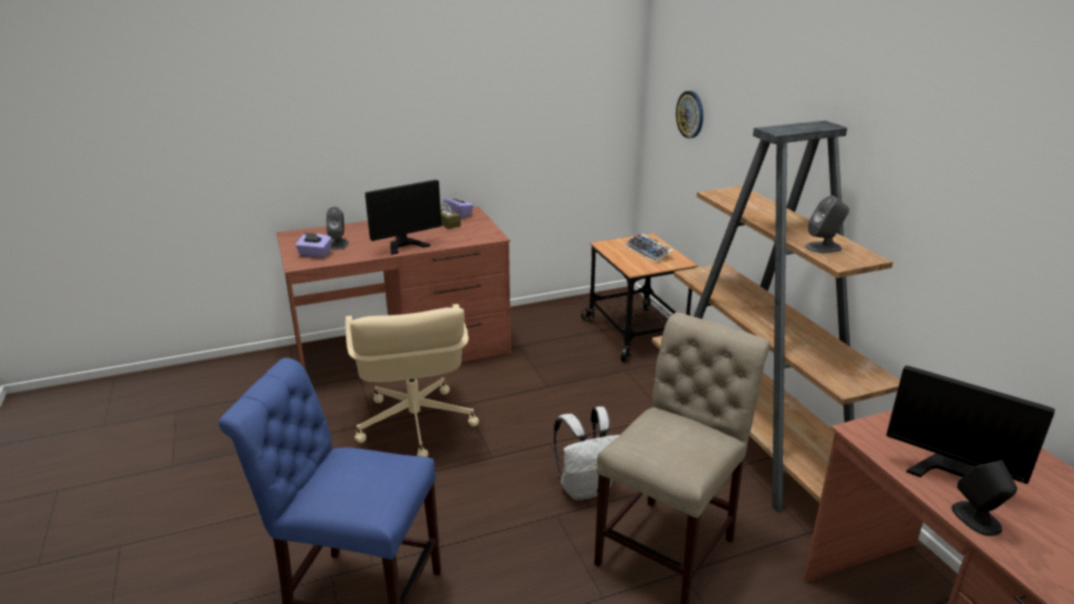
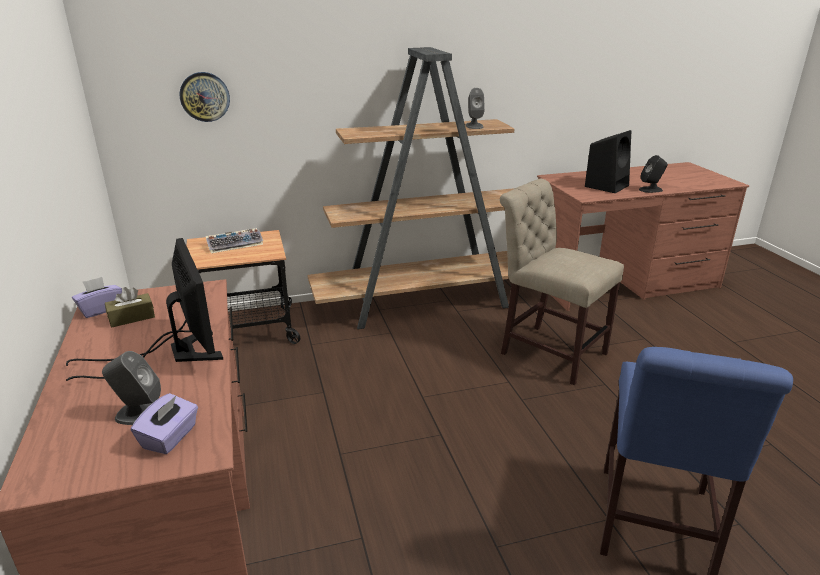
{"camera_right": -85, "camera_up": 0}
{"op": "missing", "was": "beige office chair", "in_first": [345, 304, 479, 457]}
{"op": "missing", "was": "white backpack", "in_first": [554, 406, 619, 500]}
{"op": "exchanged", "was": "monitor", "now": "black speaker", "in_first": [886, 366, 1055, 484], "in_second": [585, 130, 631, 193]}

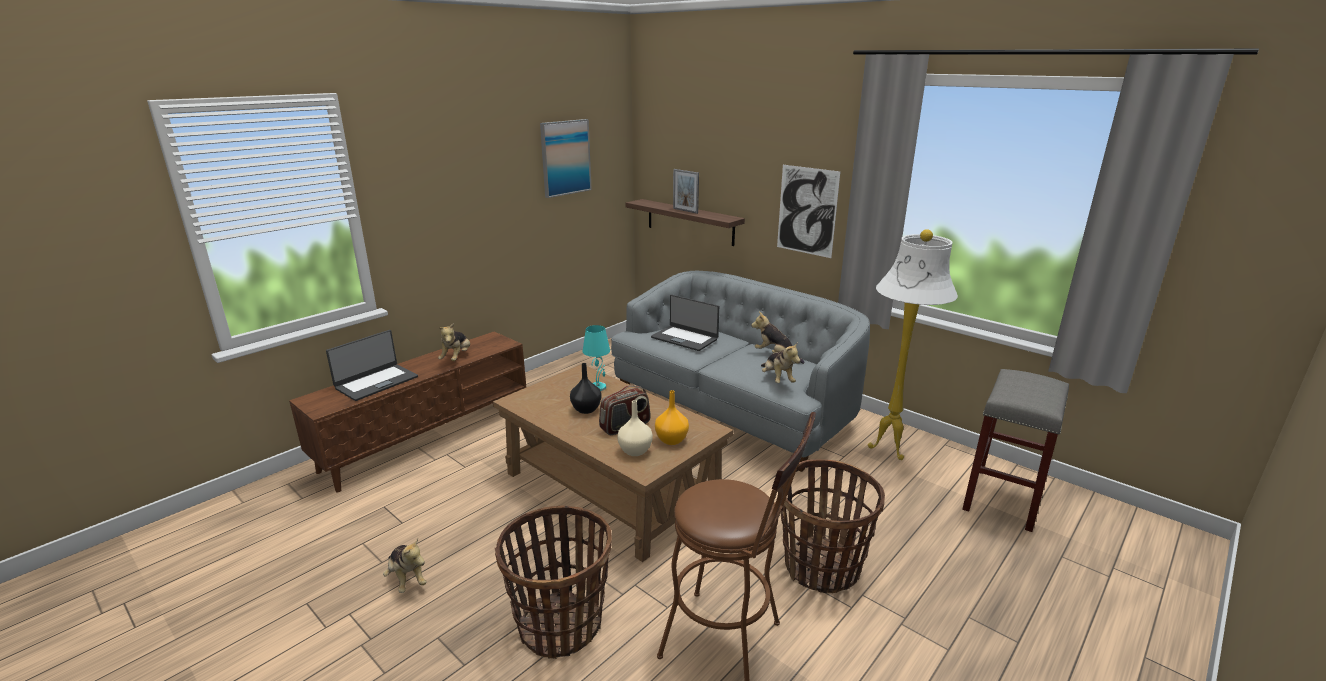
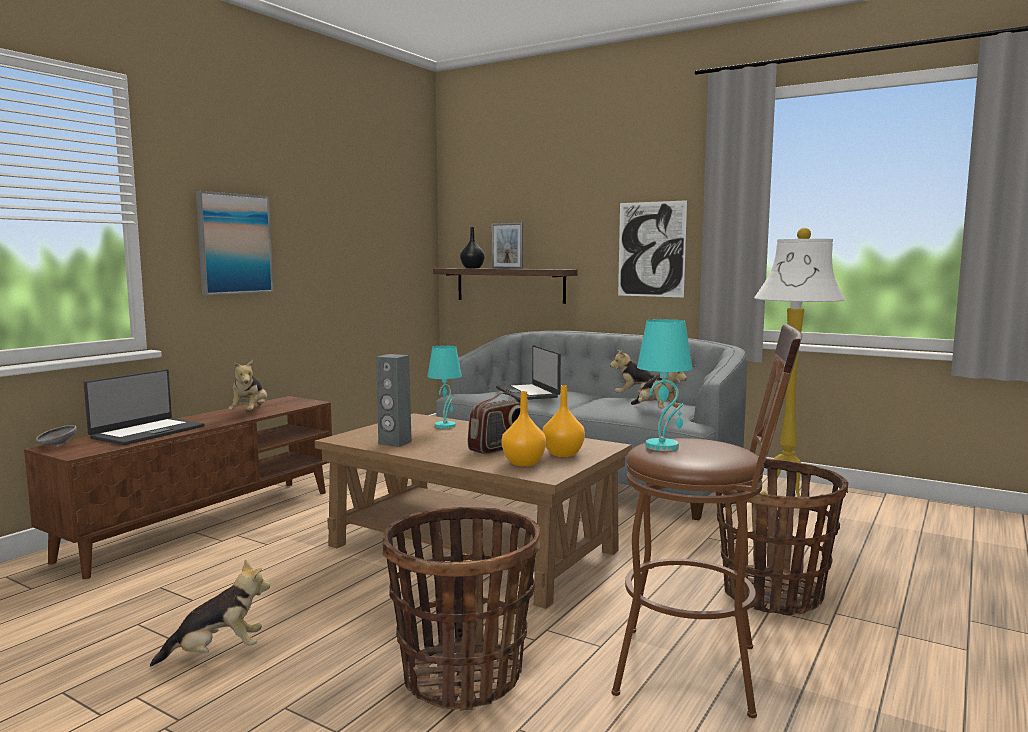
{"camera_right": -10, "camera_up": -15}
{"op": "spun", "was": "plush toy", "in_first": [383, 538, 427, 593], "in_second": [150, 560, 270, 666], "clockwise": -60}
{"op": "relocated", "was": "picture", "in_first": [540, 119, 592, 198], "in_second": [196, 191, 273, 295]}
{"op": "relocated", "was": "black vase", "in_first": [570, 363, 601, 414], "in_second": [460, 227, 485, 268]}
{"op": "colour", "was": "beige vase", "now": "orange vase", "in_first": [617, 400, 653, 456], "in_second": [501, 391, 546, 466]}
{"op": "spun", "was": "laptop", "in_first": [651, 294, 719, 351], "in_second": [496, 345, 561, 400], "clockwise": 45}
{"op": "missing", "was": "grey stool", "in_first": [962, 369, 1069, 532]}
{"op": "appeared", "now": "grey bowl", "in_second": [36, 425, 77, 447]}
{"op": "appeared", "now": "grey speaker", "in_second": [376, 354, 412, 447]}
{"op": "appeared", "now": "turquoise table lamp", "in_second": [637, 319, 692, 451]}

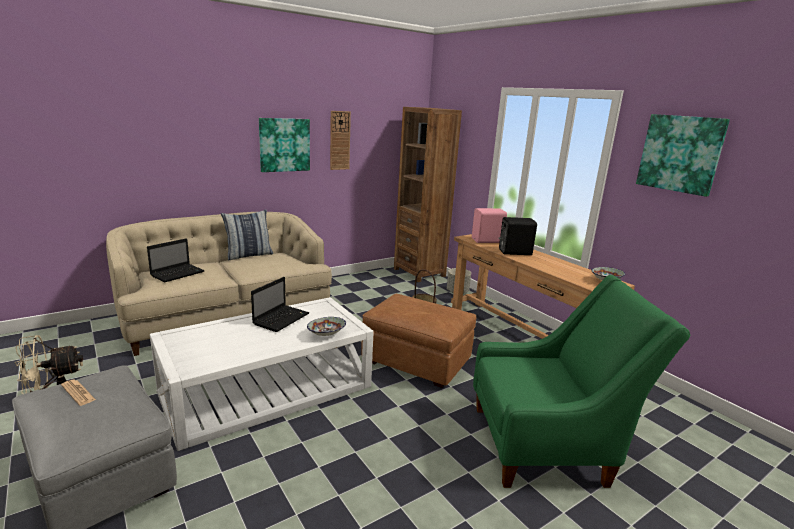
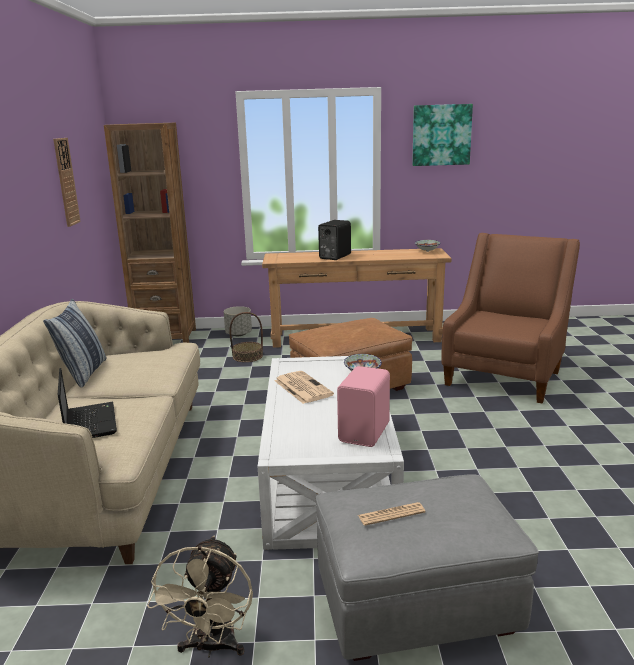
{"camera_right": -55, "camera_up": 0}
{"op": "exchanged", "was": "laptop", "now": "newspaper", "in_first": [251, 277, 309, 332], "in_second": [274, 371, 334, 404]}
{"op": "missing", "was": "picture", "in_first": [259, 118, 310, 172]}
{"op": "relocated", "was": "pink speaker", "in_first": [472, 208, 507, 243], "in_second": [337, 366, 390, 447]}
{"op": "colour", "was": "green armchair", "now": "brown armchair", "in_first": [473, 275, 691, 488], "in_second": [441, 233, 580, 403]}

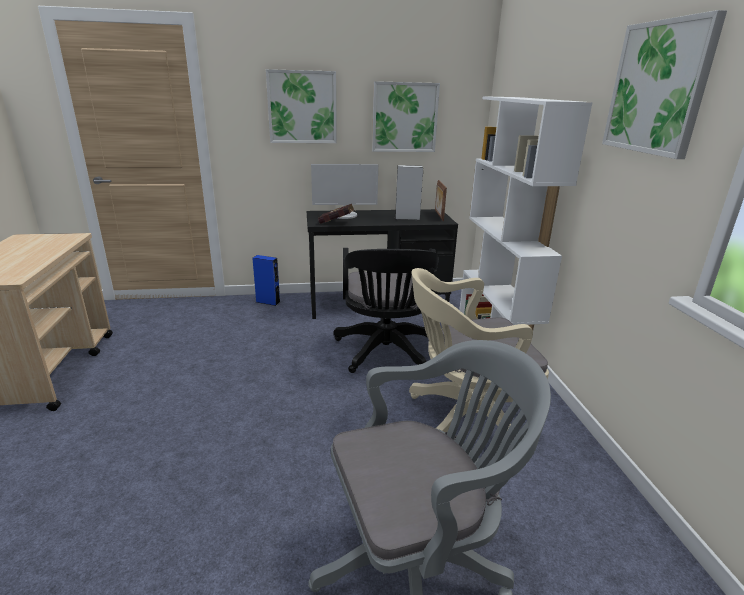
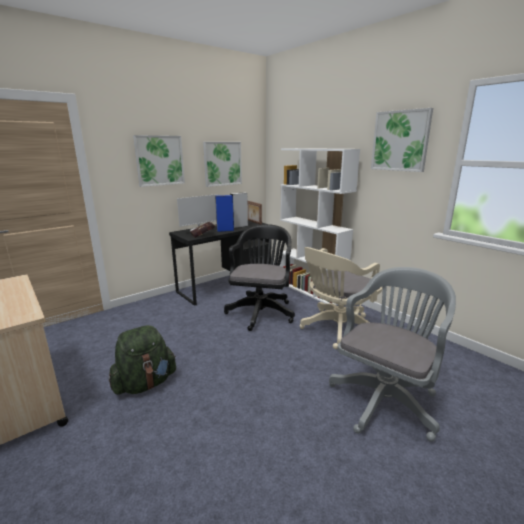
{"camera_right": -30, "camera_up": -5}
{"op": "relocated", "was": "blue speaker", "in_first": [253, 255, 280, 306], "in_second": [215, 195, 234, 232]}
{"op": "spun", "was": "black office chair", "in_first": [333, 248, 439, 373], "in_second": [224, 224, 295, 331], "clockwise": -135}
{"op": "appeared", "now": "green backpack", "in_second": [109, 325, 176, 395]}

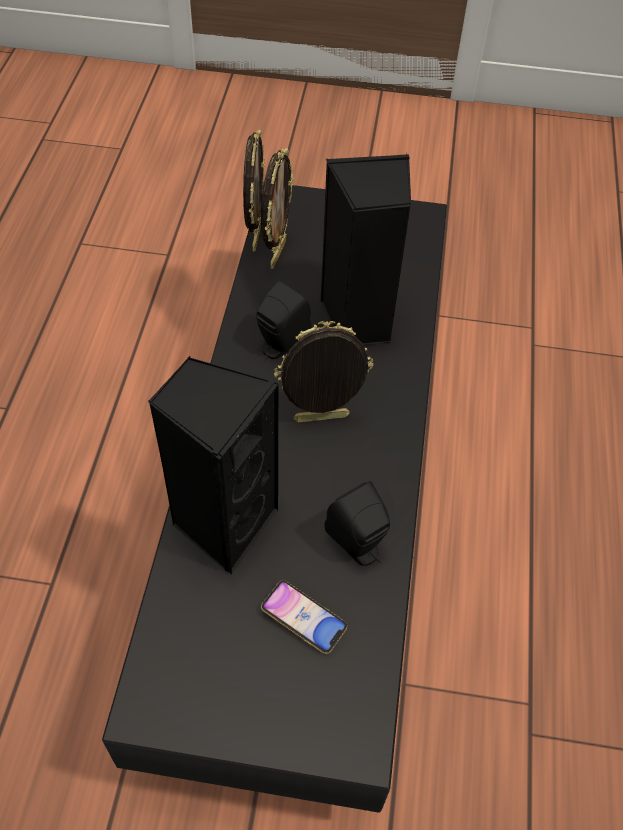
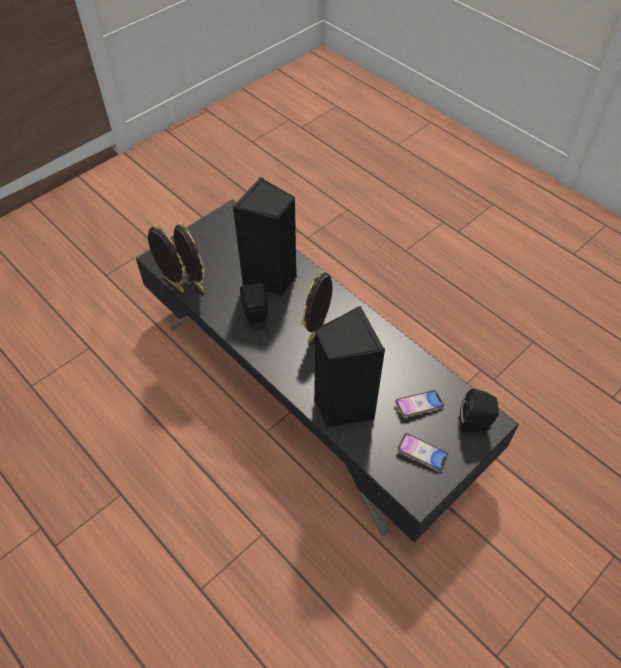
{"camera_right": -50, "camera_up": 0}
{"op": "relocated", "was": "black speaker", "in_first": [324, 481, 390, 566], "in_second": [460, 389, 499, 432]}
{"op": "appeared", "now": "phone", "in_second": [397, 433, 448, 471]}

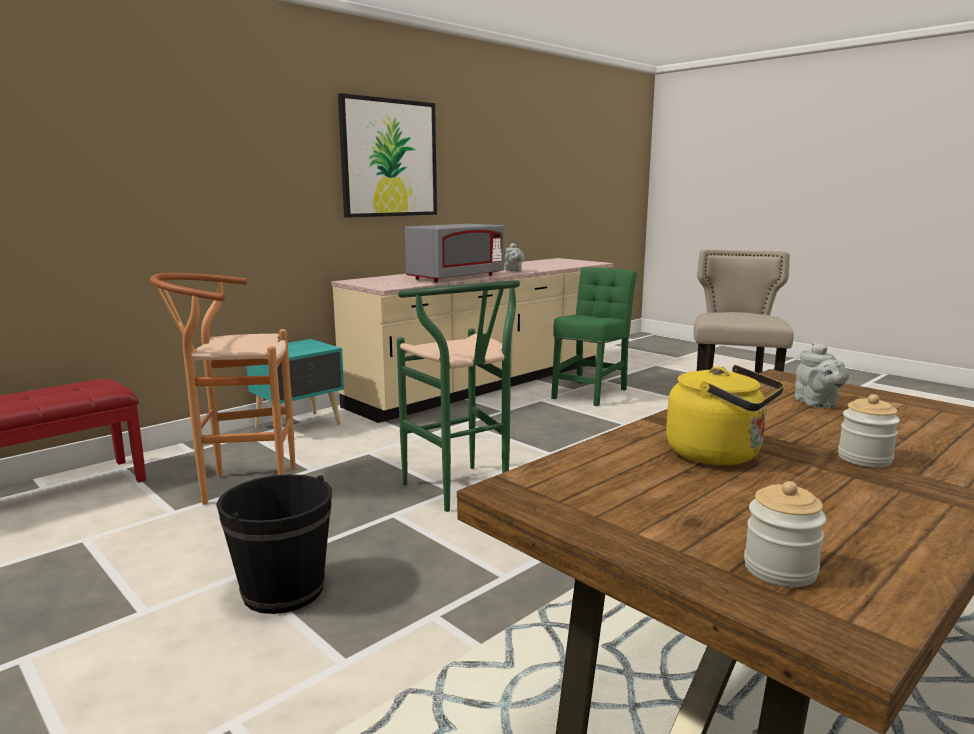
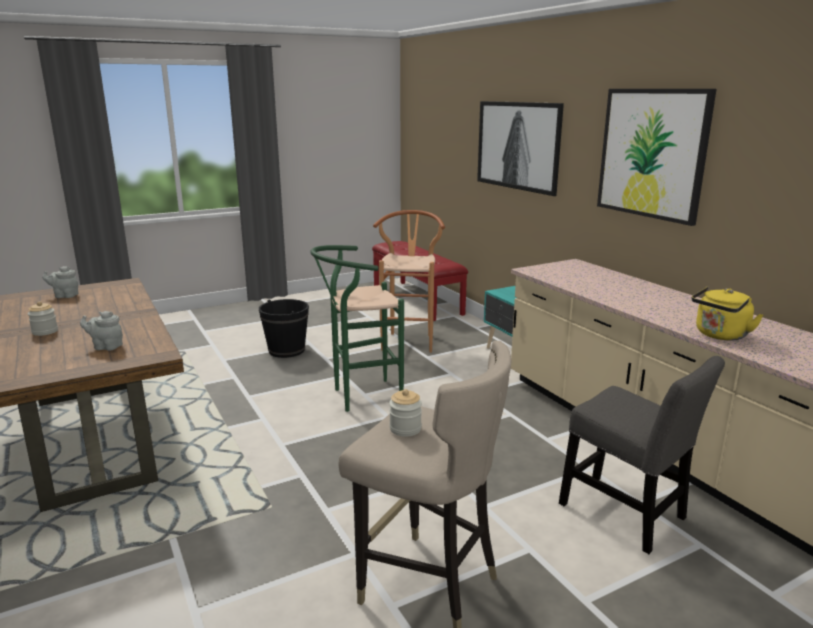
{"camera_right": 105, "camera_up": 5}
{"op": "missing", "was": "grey microwave", "in_first": [405, 224, 505, 282]}
{"op": "relocated", "was": "grey teapot", "in_first": [505, 243, 524, 272], "in_second": [42, 266, 78, 298]}
{"op": "colour", "was": "green chair", "now": "grey chair", "in_first": [551, 267, 637, 406], "in_second": [559, 356, 725, 554]}
{"op": "relocated", "was": "yellow kettle", "in_first": [666, 365, 784, 465], "in_second": [692, 287, 763, 341]}
{"op": "relocated", "was": "jar", "in_first": [744, 481, 826, 587], "in_second": [389, 389, 422, 437]}
{"op": "appeared", "now": "picture", "in_second": [477, 101, 564, 196]}

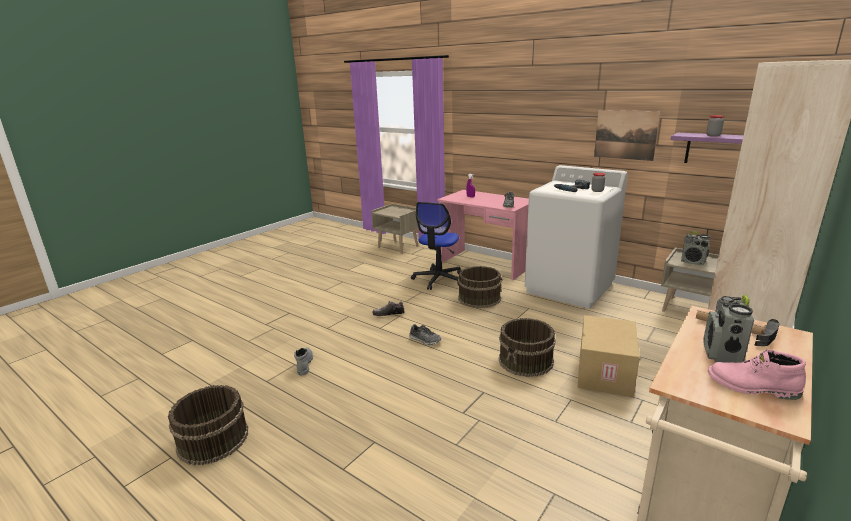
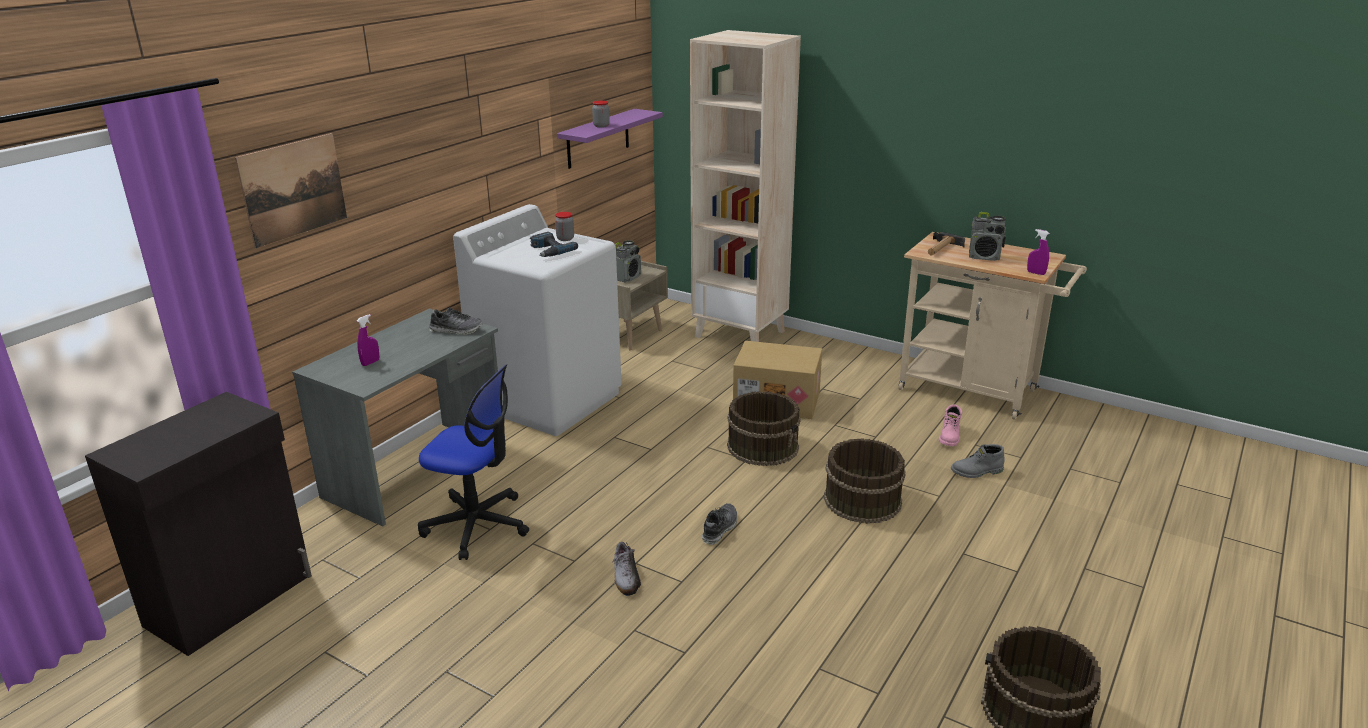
{"camera_right": -95, "camera_up": 5}
{"op": "relocated", "was": "grey boot", "in_first": [294, 347, 313, 375], "in_second": [951, 444, 1005, 478]}
{"op": "exchanged", "was": "beige nightstand", "now": "black cabinet", "in_first": [371, 204, 418, 254], "in_second": [85, 392, 312, 656]}
{"op": "colour", "was": "pink desk", "now": "grey desk", "in_first": [437, 190, 529, 280], "in_second": [292, 308, 506, 526]}
{"op": "relocated", "was": "brown bucket", "in_first": [458, 266, 502, 308], "in_second": [824, 438, 905, 524]}
{"op": "relocated", "was": "picture", "in_first": [594, 110, 660, 161], "in_second": [235, 133, 347, 248]}
{"op": "relocated", "was": "pink boot", "in_first": [708, 349, 806, 400], "in_second": [939, 404, 962, 446]}
{"op": "appeared", "now": "purple spray bottle", "in_second": [1027, 229, 1050, 275]}

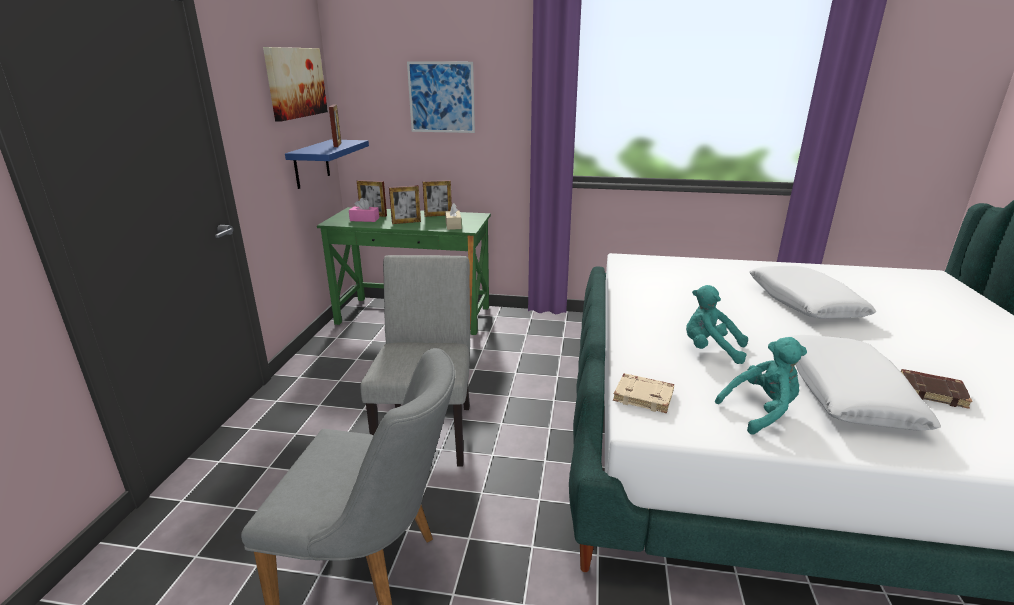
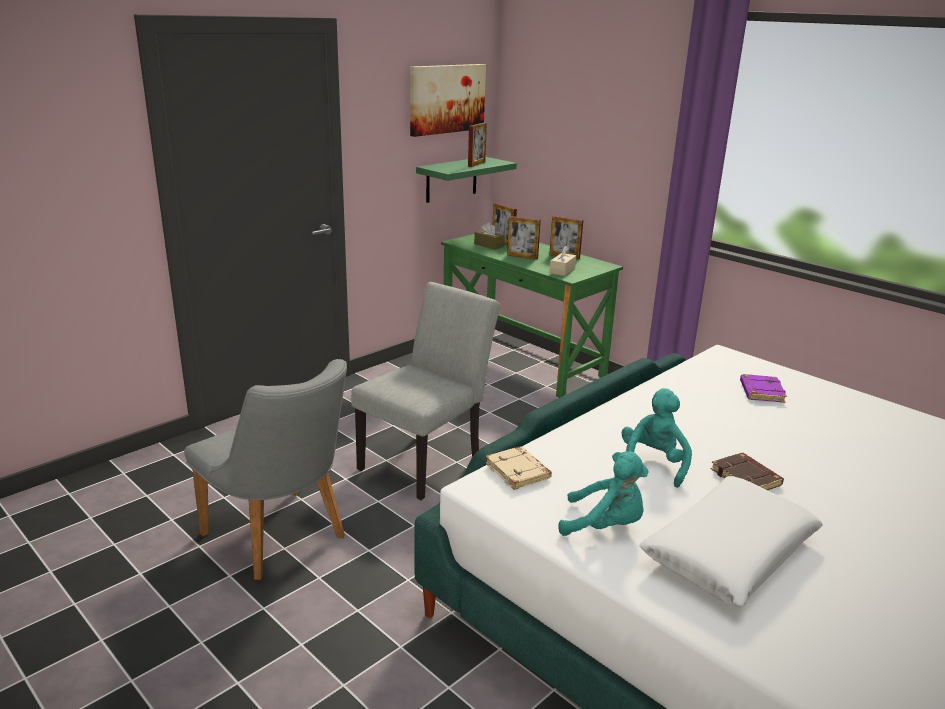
{"camera_right": 35, "camera_up": 0}
{"op": "colour", "was": "blue shelf", "now": "green shelf", "in_first": [285, 139, 369, 189], "in_second": [416, 157, 517, 203]}
{"op": "colour", "was": "pink tissue box", "now": "brown tissue box", "in_first": [349, 198, 379, 222], "in_second": [474, 222, 505, 250]}
{"op": "missing", "was": "picture", "in_first": [407, 62, 475, 133]}
{"op": "spun", "was": "turquoise plush toy", "in_first": [686, 285, 748, 364], "in_second": [622, 388, 692, 488], "clockwise": 45}
{"op": "missing", "was": "white pillow", "in_first": [750, 266, 876, 319]}
{"op": "relocated", "was": "brown book", "in_first": [901, 369, 972, 409], "in_second": [711, 453, 784, 490]}
{"op": "appeared", "now": "purple book", "in_second": [740, 374, 787, 403]}

